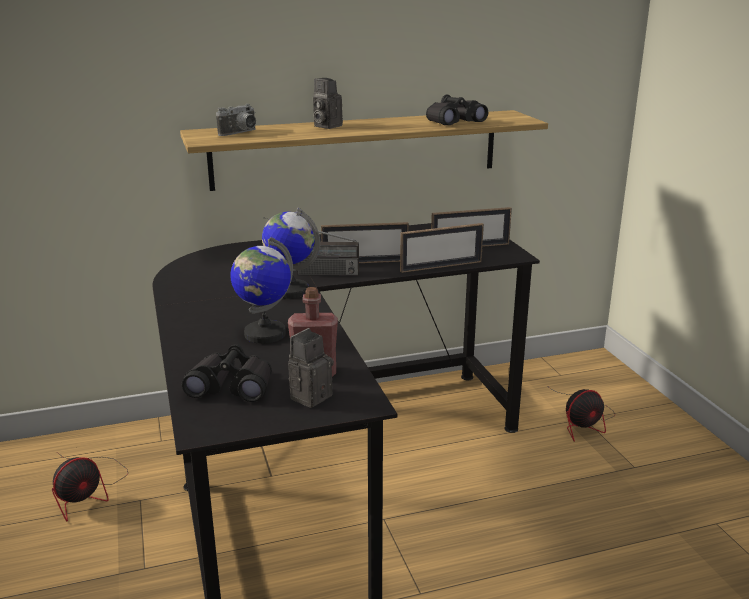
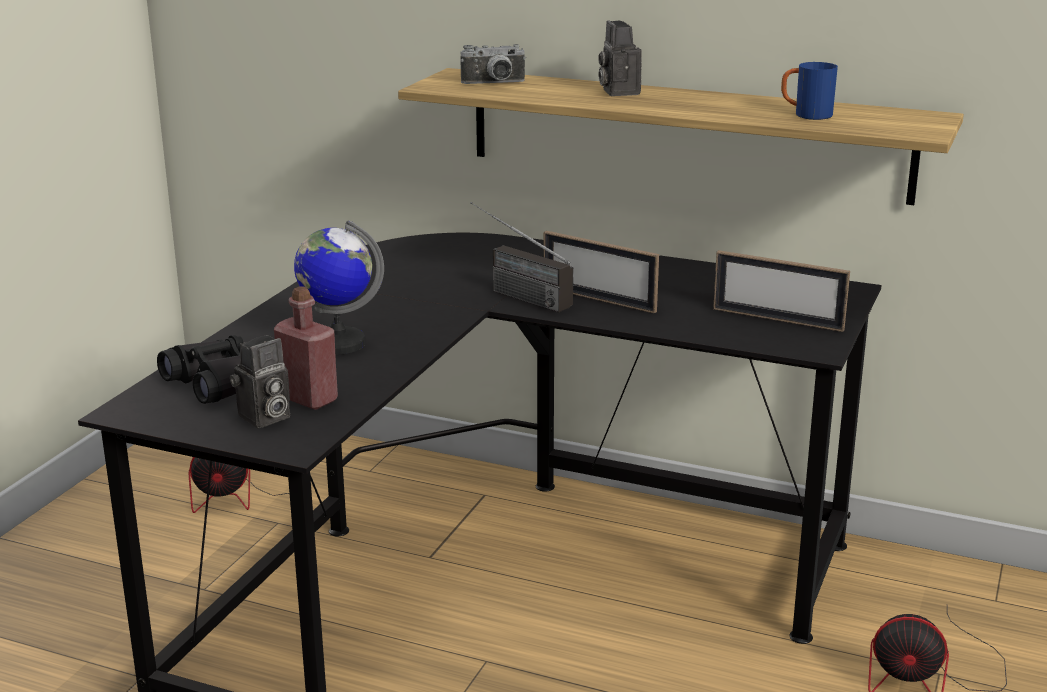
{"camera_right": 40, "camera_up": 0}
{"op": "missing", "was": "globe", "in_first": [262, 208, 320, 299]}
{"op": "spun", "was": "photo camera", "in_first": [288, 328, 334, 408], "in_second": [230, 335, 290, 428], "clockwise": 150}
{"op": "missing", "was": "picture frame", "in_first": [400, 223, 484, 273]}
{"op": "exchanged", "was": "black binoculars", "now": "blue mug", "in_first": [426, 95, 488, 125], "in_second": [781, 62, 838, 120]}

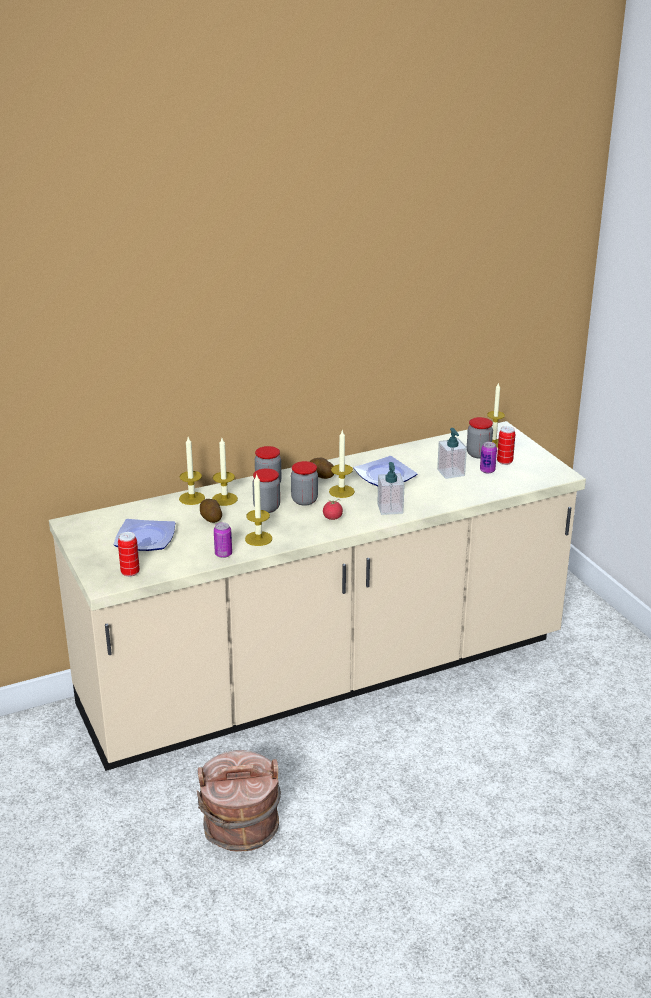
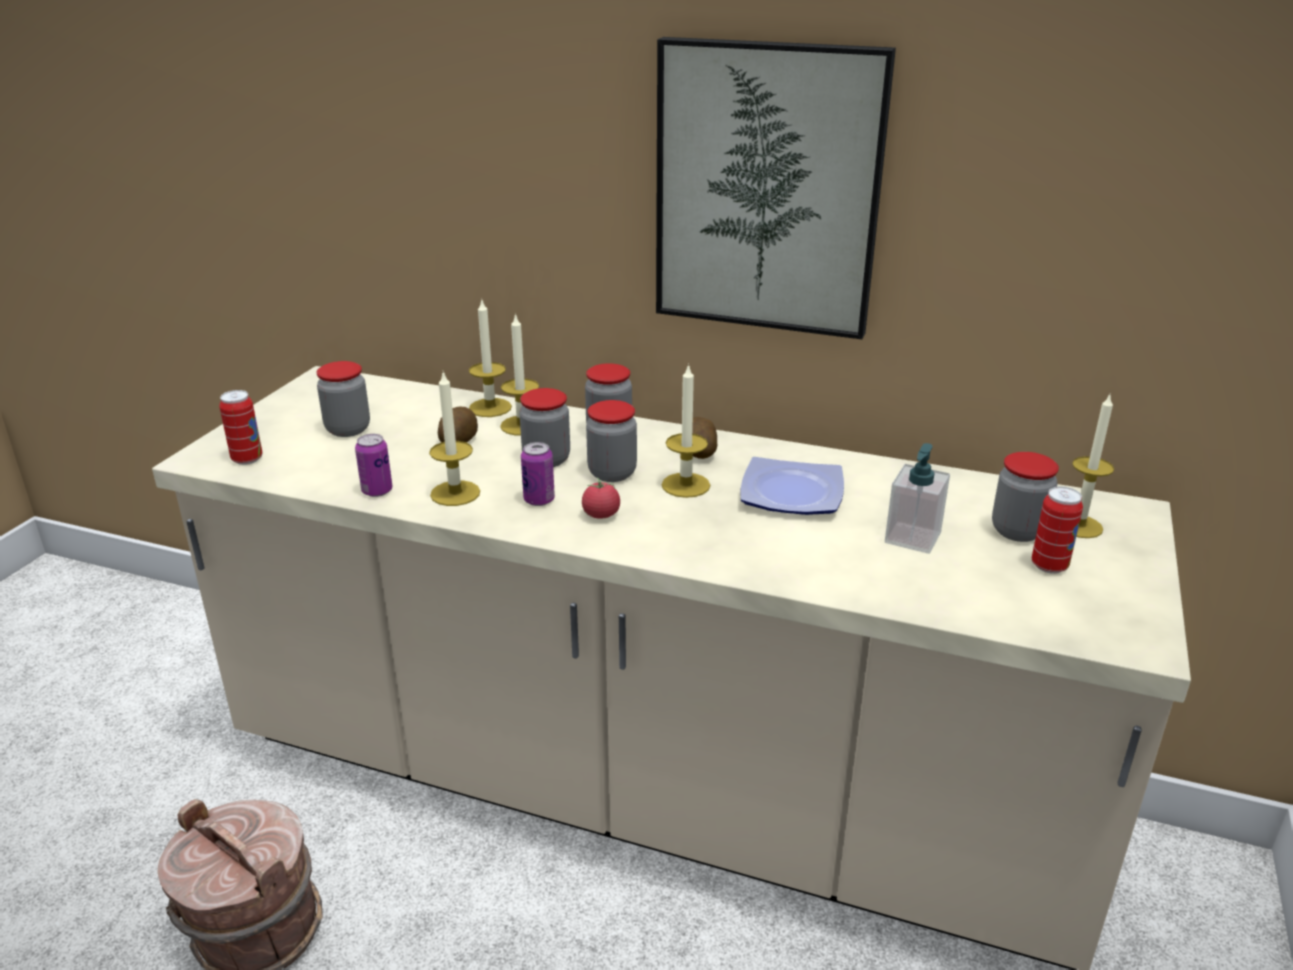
{"camera_right": 45, "camera_up": 0}
{"op": "exchanged", "was": "plate", "now": "jar", "in_first": [114, 519, 175, 551], "in_second": [316, 361, 370, 437]}
{"op": "missing", "was": "soap dispenser", "in_first": [377, 462, 405, 515]}
{"op": "relocated", "was": "can", "in_first": [480, 442, 497, 474], "in_second": [521, 442, 555, 506]}
{"op": "appeared", "now": "picture", "in_second": [656, 37, 896, 339]}

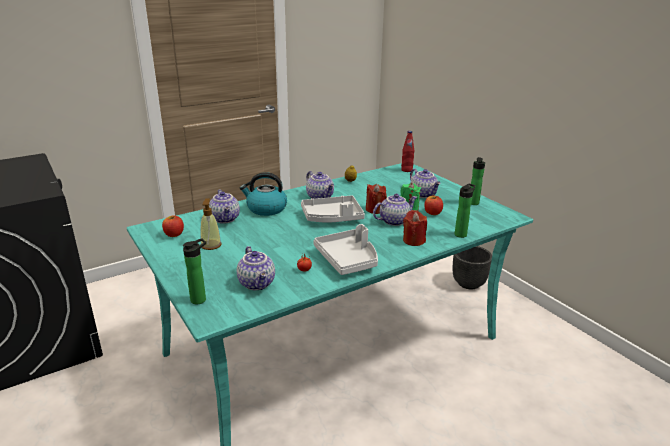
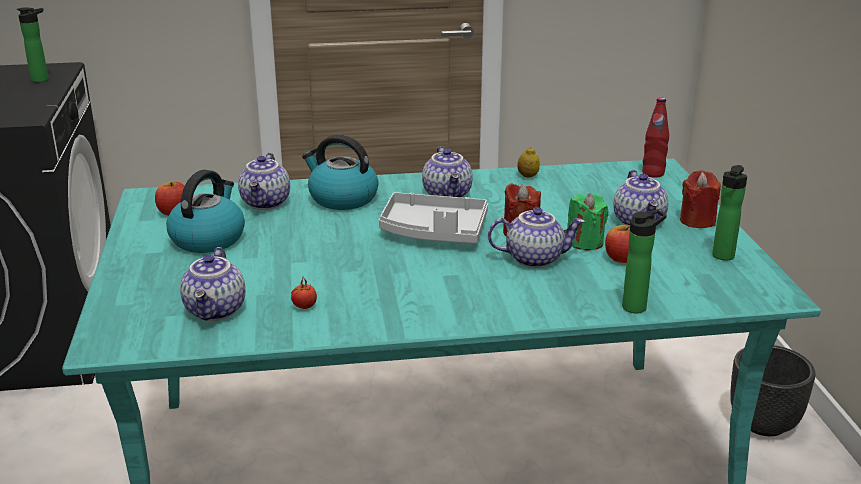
{"camera_right": 25, "camera_up": 0}
{"op": "relocated", "was": "bottle", "in_first": [183, 238, 206, 305], "in_second": [17, 7, 49, 83]}
{"op": "exchanged", "was": "soap dispenser", "now": "kettle", "in_first": [200, 198, 222, 250], "in_second": [166, 170, 245, 253]}
{"op": "missing", "was": "grey tray", "in_first": [313, 224, 378, 275]}
{"op": "relocated", "was": "red candle", "in_first": [403, 210, 427, 246], "in_second": [680, 170, 721, 228]}

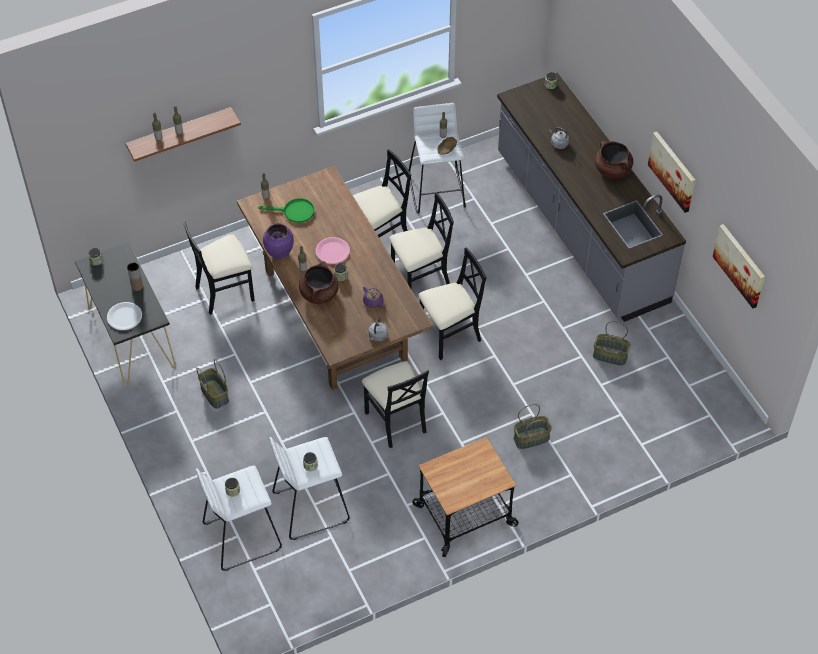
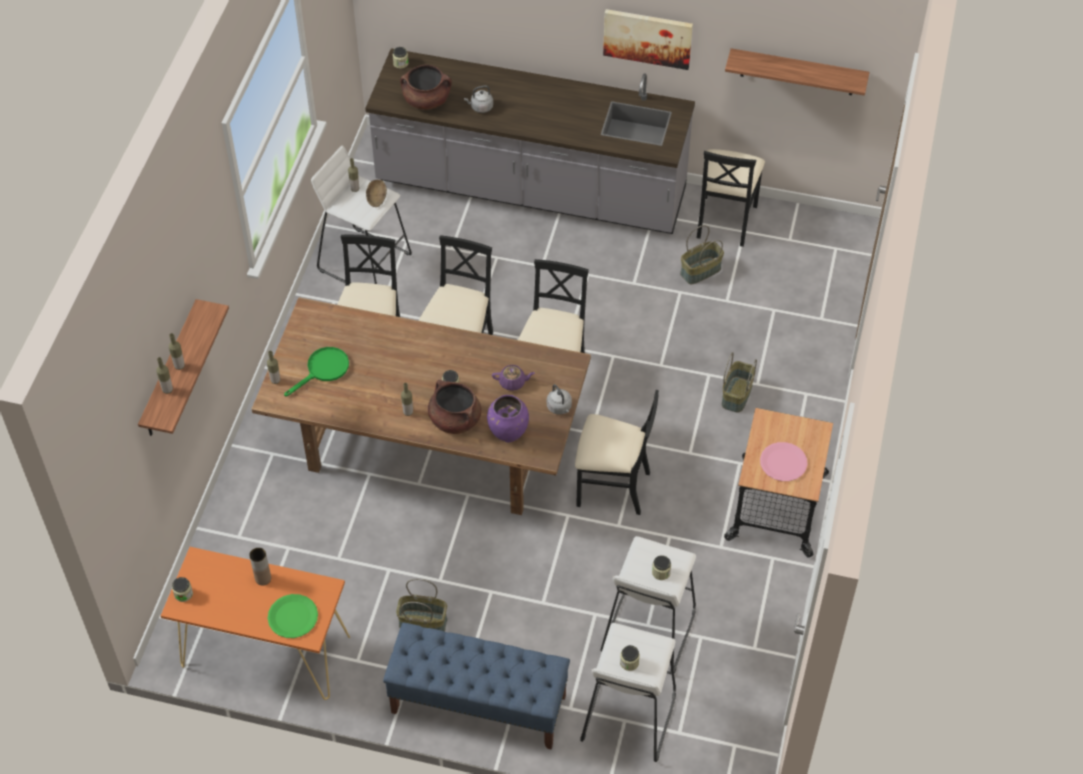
{"camera_right": -50, "camera_up": 0}
{"op": "colour", "was": "black console table", "now": "orange console table", "in_first": [75, 242, 176, 386], "in_second": [161, 547, 350, 700]}
{"op": "colour", "was": "white plate", "now": "green plate", "in_first": [107, 302, 142, 330], "in_second": [267, 594, 318, 638]}
{"op": "relocated", "was": "black chair", "in_first": [183, 222, 255, 315], "in_second": [697, 149, 765, 247]}
{"op": "relocated", "was": "purple vase", "in_first": [263, 224, 294, 259], "in_second": [487, 395, 529, 442]}
{"op": "relocated", "was": "pink plate", "in_first": [316, 237, 350, 264], "in_second": [760, 442, 808, 481]}
{"op": "relocated", "was": "brown cooking pot", "in_first": [595, 141, 633, 179], "in_second": [400, 64, 452, 110]}
{"op": "exchanged", "was": "picture", "now": "shelf", "in_first": [712, 224, 765, 308], "in_second": [725, 48, 870, 96]}
{"op": "appeared", "now": "blue bench", "in_second": [383, 622, 570, 750]}

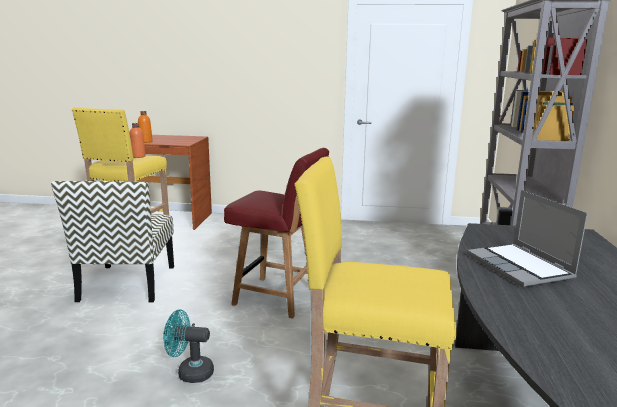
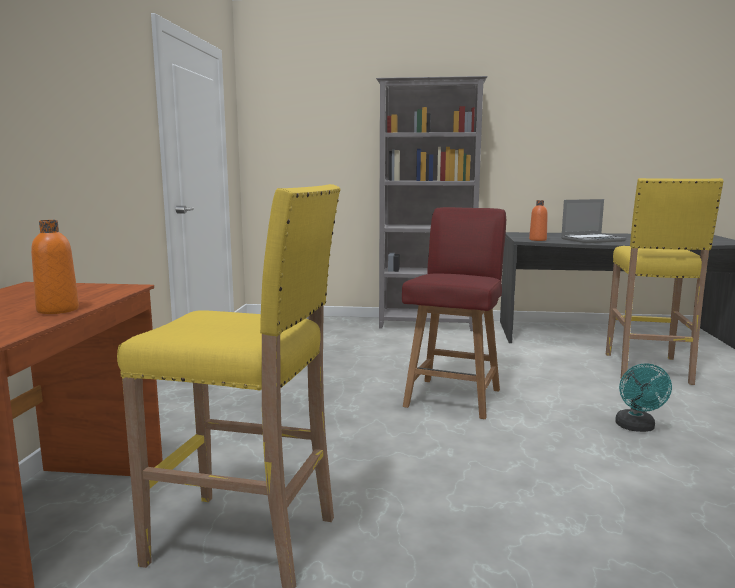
{"camera_right": -90, "camera_up": -5}
{"op": "missing", "was": "chair", "in_first": [51, 181, 174, 302]}
{"op": "relocated", "was": "orange bottle", "in_first": [129, 123, 146, 158], "in_second": [529, 200, 548, 241]}

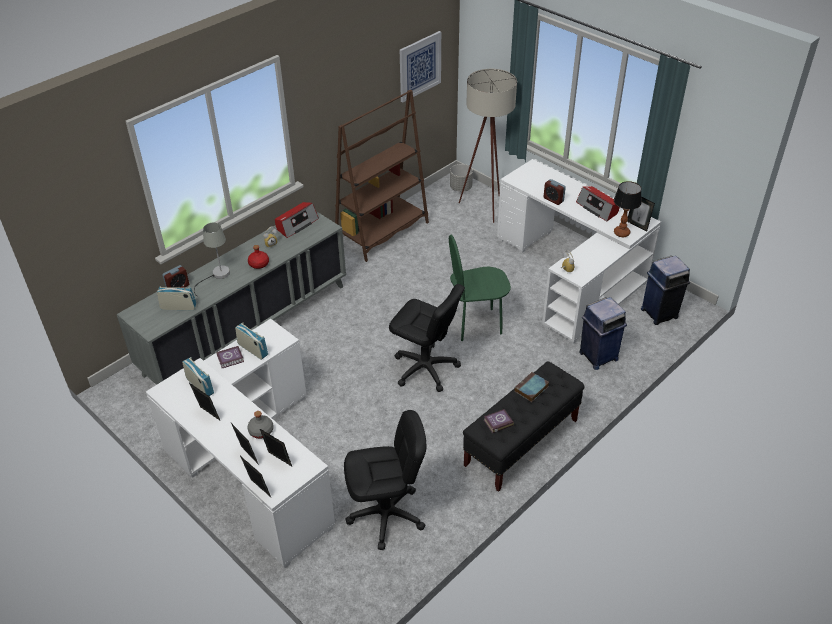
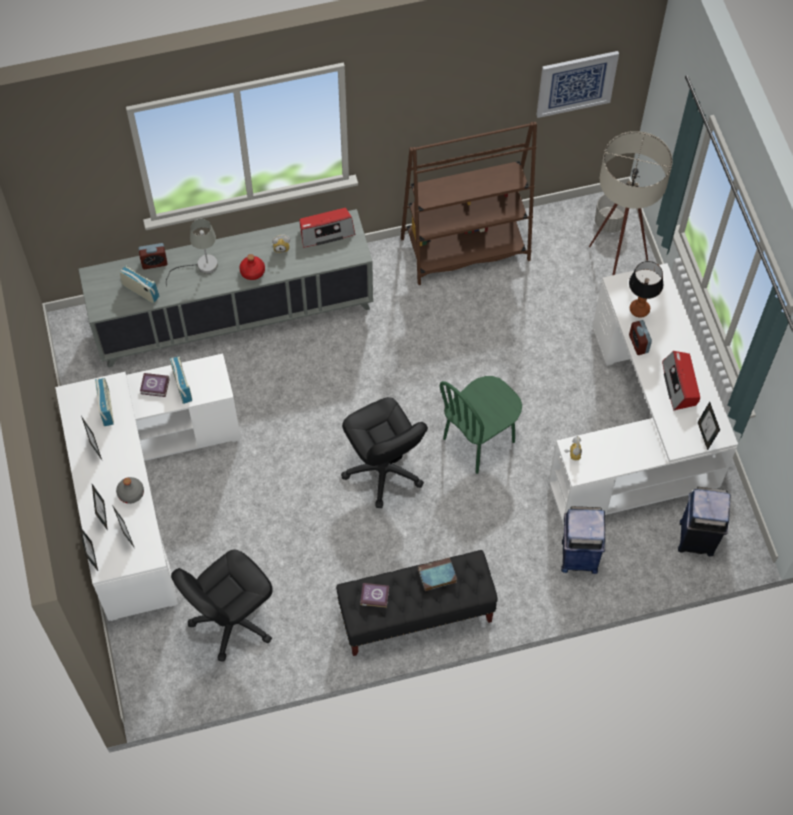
{"camera_right": 30, "camera_up": 20}
{"op": "spun", "was": "black office chair", "in_first": [344, 410, 426, 550], "in_second": [171, 549, 273, 662], "clockwise": 120}
{"op": "spun", "was": "green chair", "in_first": [449, 234, 511, 341], "in_second": [440, 376, 522, 474], "clockwise": -60}
{"op": "relocated", "was": "table lamp", "in_first": [614, 181, 642, 237], "in_second": [629, 261, 663, 318]}

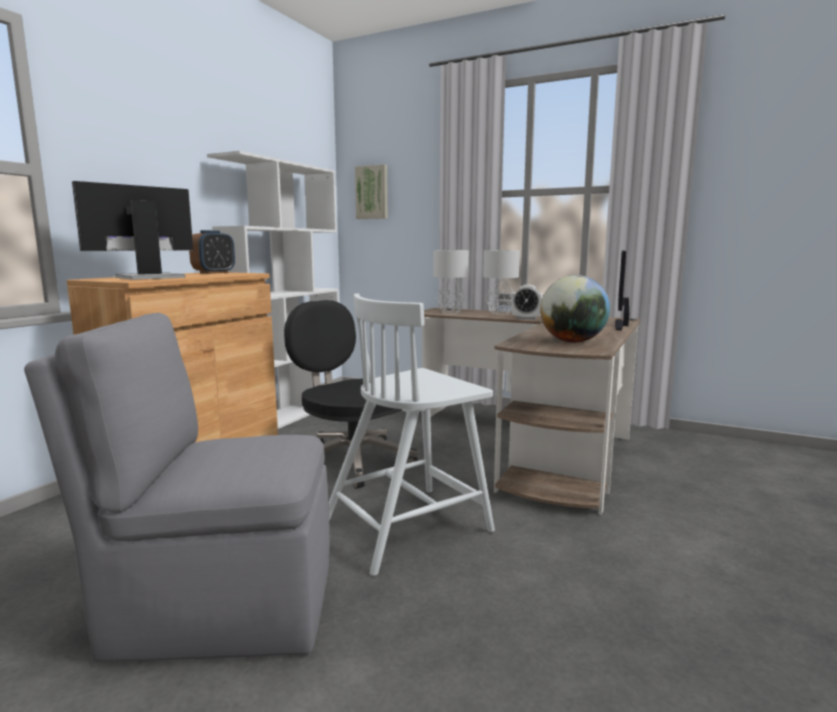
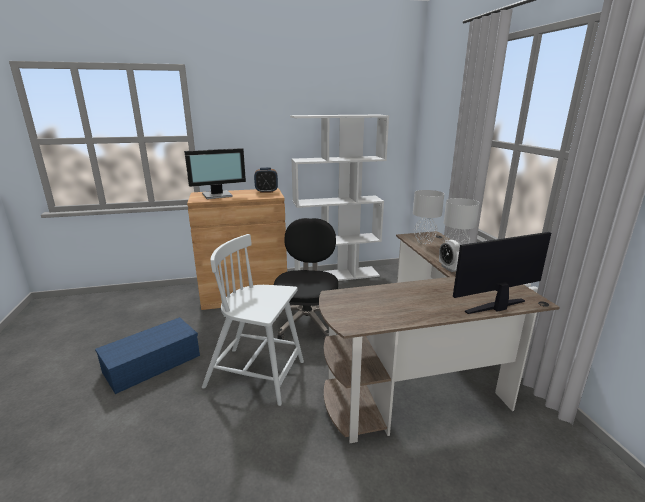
{"camera_right": 50, "camera_up": 10}
{"op": "exchanged", "was": "grey chair", "now": "blue storage box", "in_first": [24, 313, 330, 662], "in_second": [95, 317, 200, 394]}
{"op": "spun", "was": "monitor", "in_first": [72, 181, 193, 280], "in_second": [184, 148, 246, 199], "clockwise": 150}
{"op": "missing", "was": "picture", "in_first": [355, 164, 388, 219]}
{"op": "missing", "was": "globe", "in_first": [540, 275, 610, 343]}

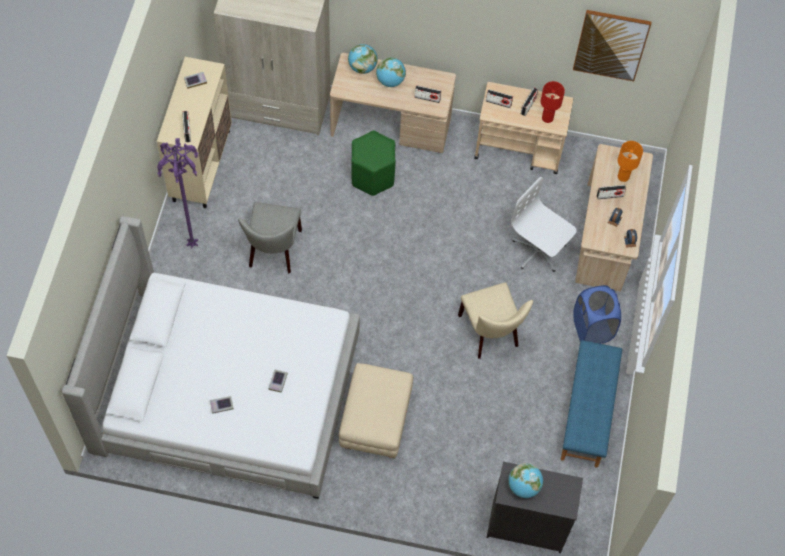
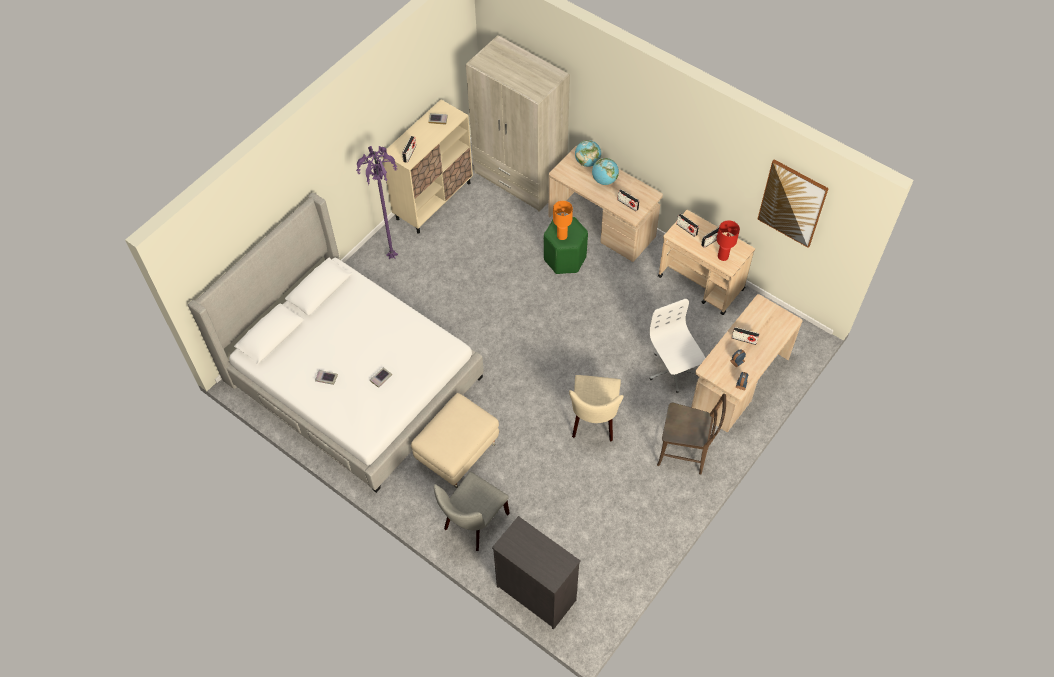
{"camera_right": 30, "camera_up": -5}
{"op": "relocated", "was": "grey chair", "in_first": [238, 202, 302, 273], "in_second": [434, 471, 510, 551]}
{"op": "missing", "was": "globe", "in_first": [508, 463, 543, 498]}
{"op": "missing", "was": "blue bench", "in_first": [561, 340, 622, 468]}
{"op": "exchanged", "was": "blue laundry basket", "now": "brown chair", "in_first": [573, 285, 621, 344], "in_second": [657, 394, 726, 475]}
{"op": "relocated", "was": "orange table lamp", "in_first": [618, 141, 643, 182], "in_second": [553, 201, 573, 240]}

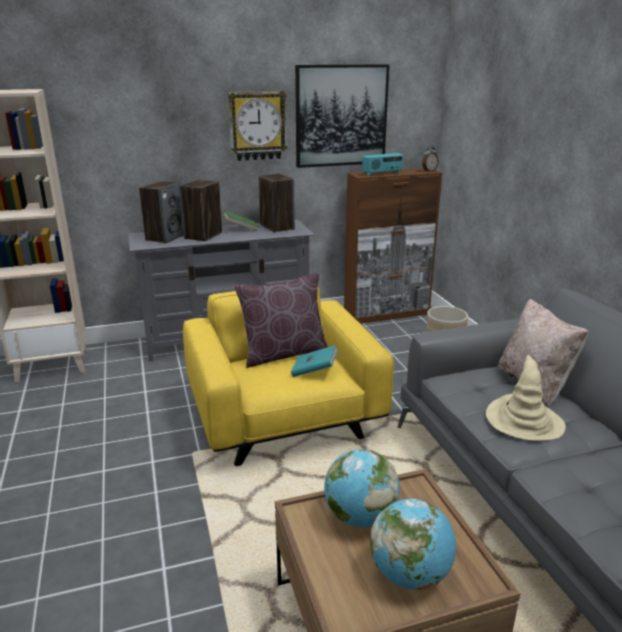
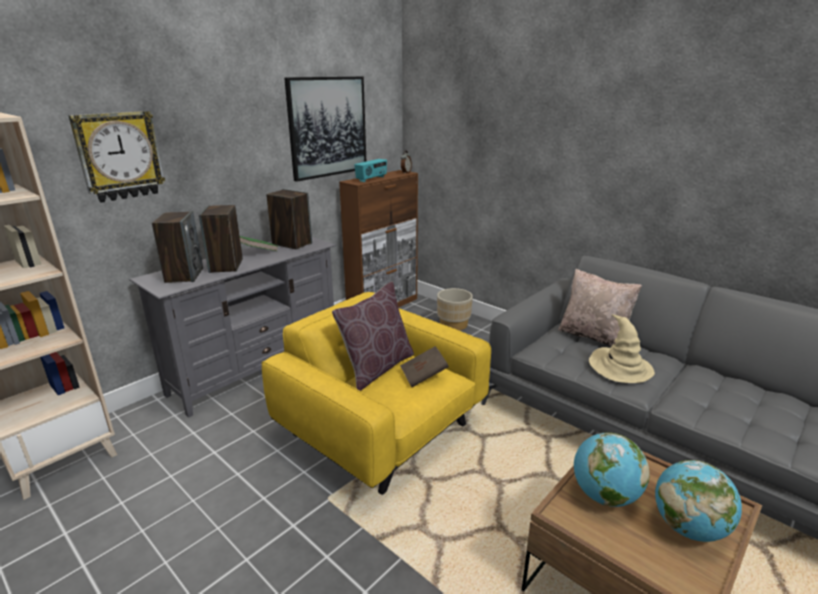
{"camera_right": -30, "camera_up": 0}
{"op": "relocated", "was": "wall clock", "in_first": [228, 91, 287, 161], "in_second": [68, 111, 165, 203]}
{"op": "colour", "was": "turquoise book", "now": "brown book", "in_first": [291, 345, 338, 377], "in_second": [400, 346, 449, 387]}

